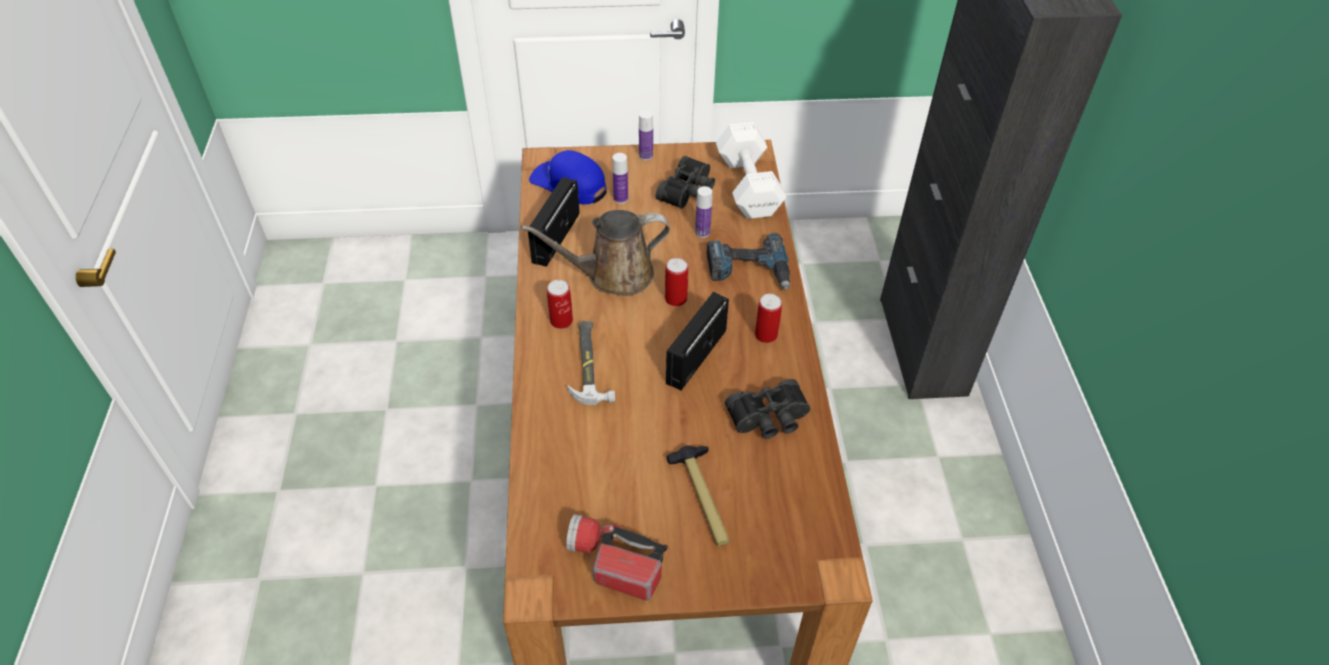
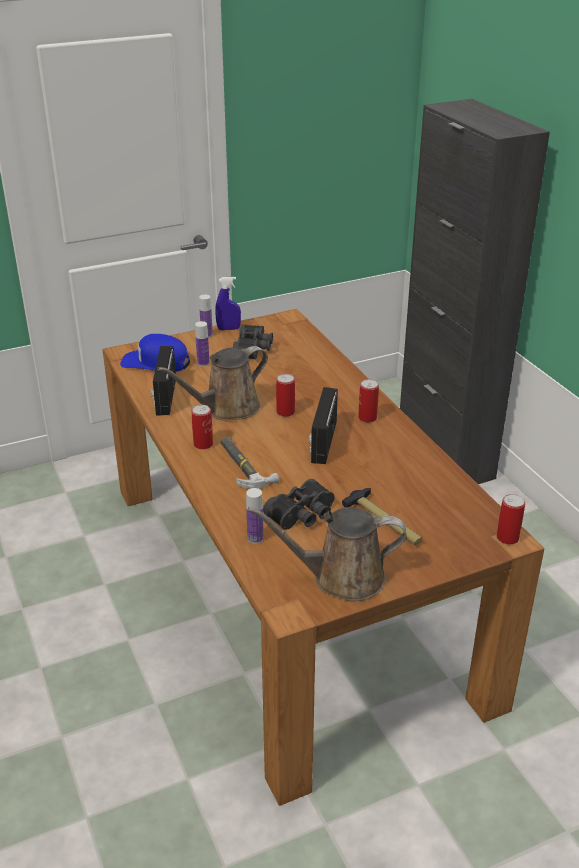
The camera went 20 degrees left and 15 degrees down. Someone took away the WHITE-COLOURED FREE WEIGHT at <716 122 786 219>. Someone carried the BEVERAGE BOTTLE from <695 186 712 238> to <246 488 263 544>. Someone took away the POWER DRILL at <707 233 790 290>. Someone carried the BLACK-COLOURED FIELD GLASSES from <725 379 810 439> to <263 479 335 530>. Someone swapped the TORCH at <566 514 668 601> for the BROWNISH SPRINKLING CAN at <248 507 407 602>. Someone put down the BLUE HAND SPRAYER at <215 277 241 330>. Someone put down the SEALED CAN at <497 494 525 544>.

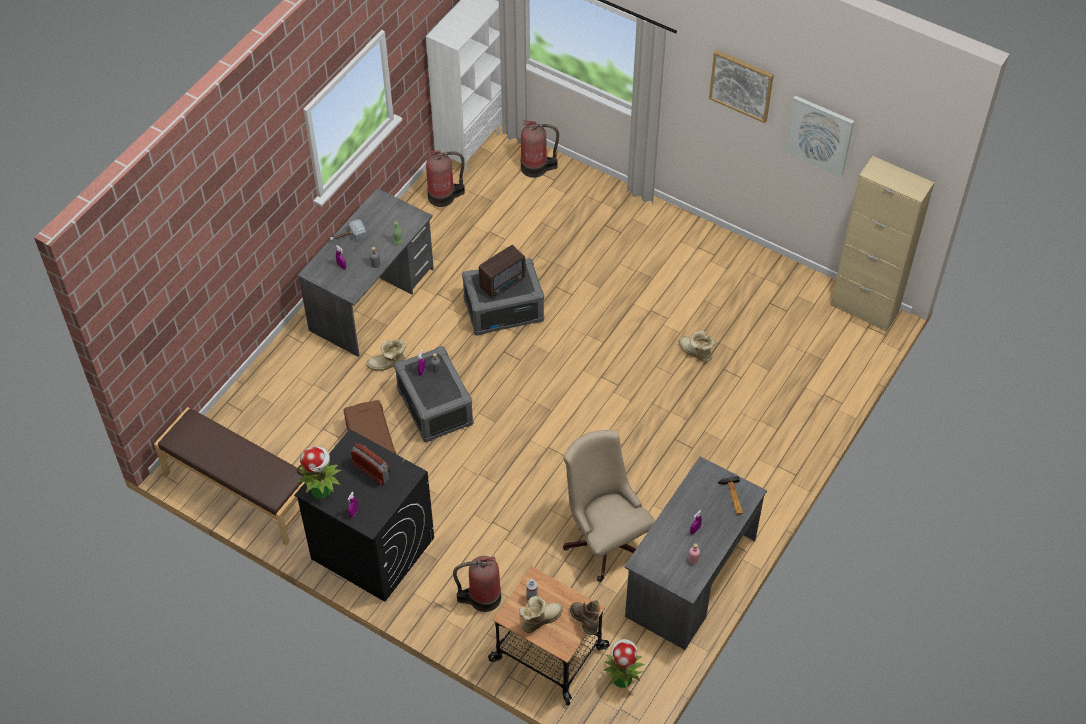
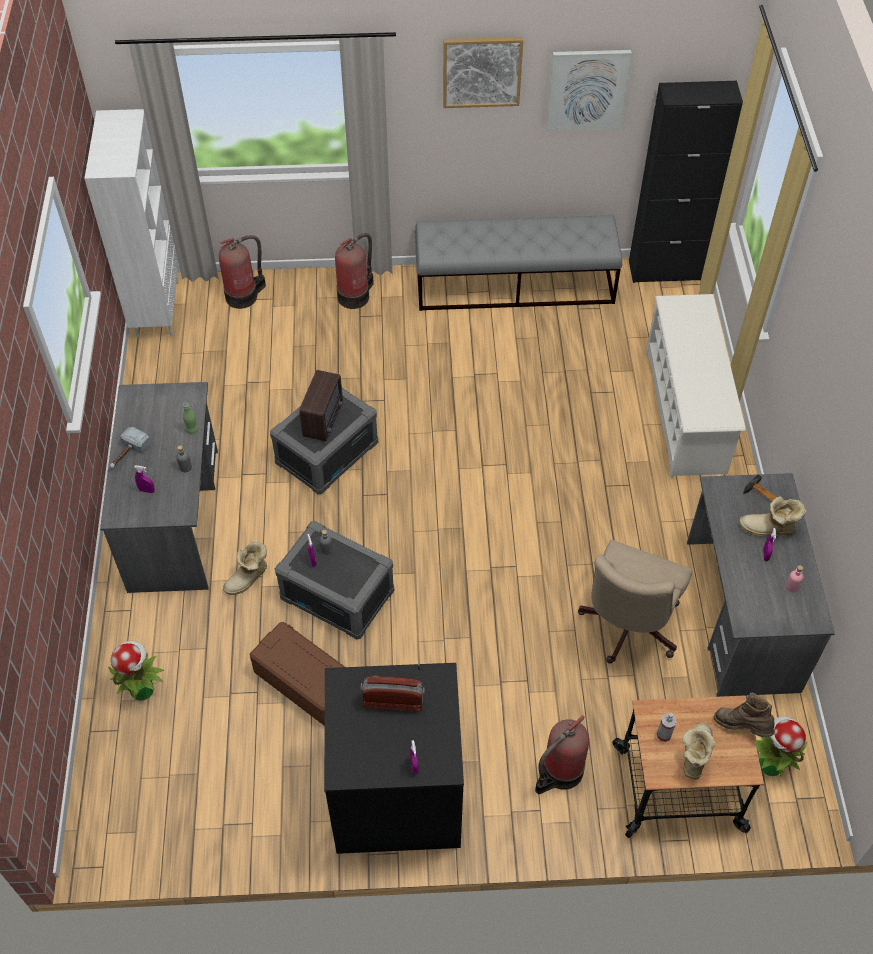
The camera went 35 degrees left and 0 degrees up. Someone carried the FIRE-FIGHTING CYLINDER from <426 150 465 207> to <335 233 374 309>. Someone repainted the SAND-COLOURED CABINET at <831 156 934 332>, which became the BLACK-COLOURED CABINET at <629 81 743 283>. Someone carried the BOOT from <679 331 715 362> to <739 496 807 536>. Someone took away the BROWNISH INDOOR BENCH at <154 407 305 546>. Someone rotated the SAND-COLOURED OFFICE CHAIR at <563 430 655 582> by 90 degrees counterclockwise. Someone carried the POTTED PLANT from <296 446 341 499> to <108 641 165 701>. Someone put down the GRAY INDOOR BENCH at <415 215 622 311>. Someone put down the WHITE-COLOURED SHOE SHELF at <646 294 746 478>.

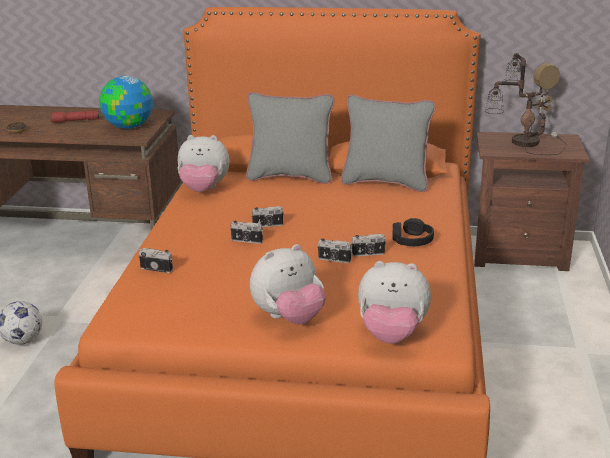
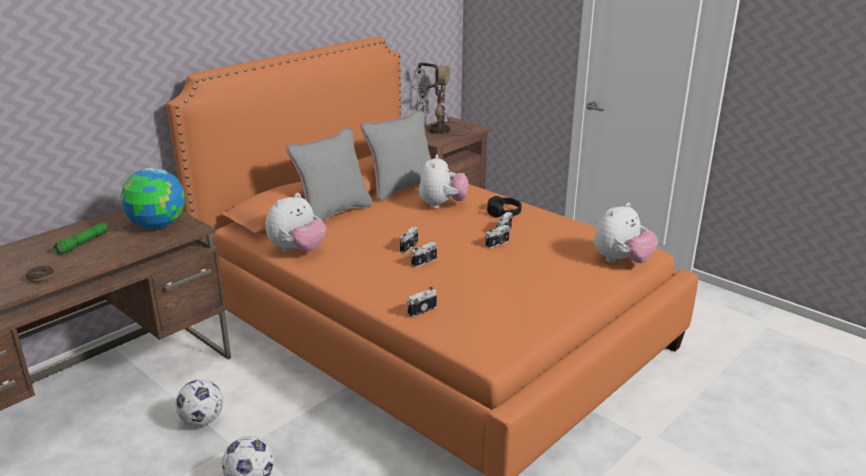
The camera went 55 degrees left and 0 degrees up. Someone repainted the RED-COLOURED TORCH at <51 111 99 123>, which became the GREENISH TORCH at <53 223 108 254>. Someone carried the CUDDLY TOY from <250 244 326 324> to <419 154 468 209>. Someone put down the FOOTBALL BALL at <176 380 223 426>.

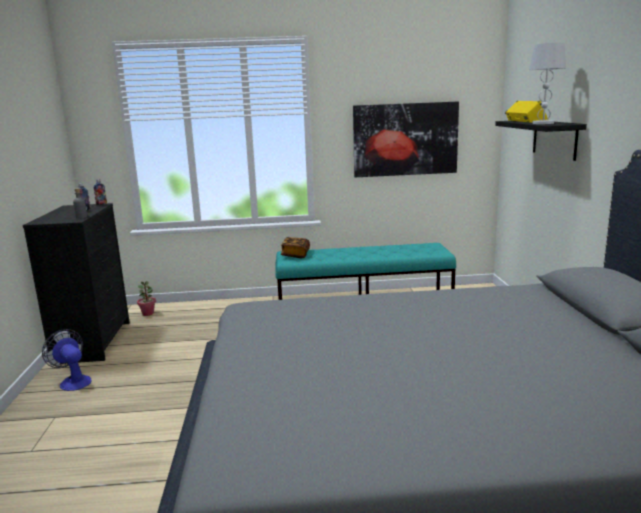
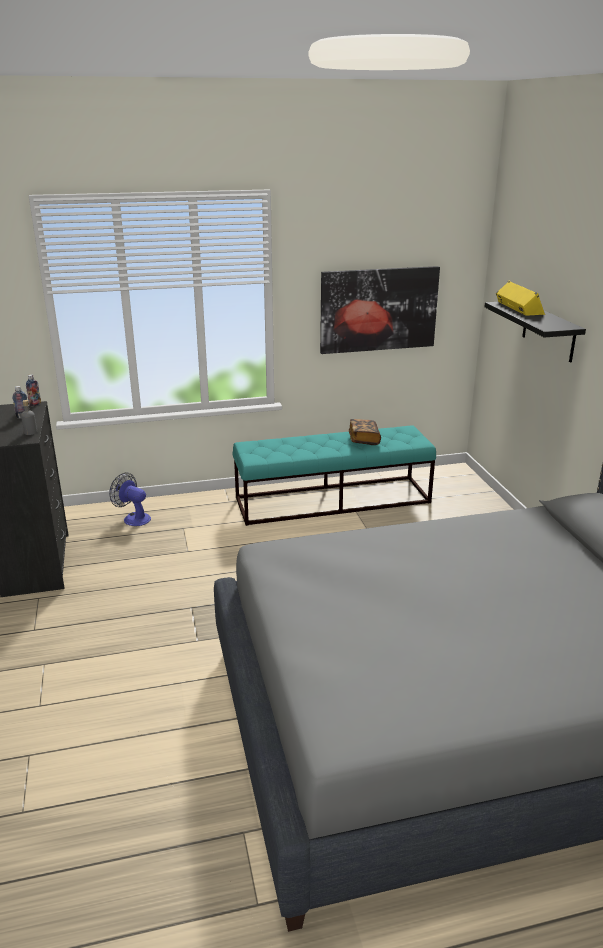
The camera went 10 degrees left and 10 degrees up. Someone took away the WHITE-COLOURED LAMP FOR A TABLE at <529 43 566 124>. Someone carried the BOOK from <281 237 310 258> to <349 419 381 445>. Someone took away the POTTED PLANT at <137 281 156 316>. Someone carried the FAN from <42 329 92 391> to <109 472 151 526>.

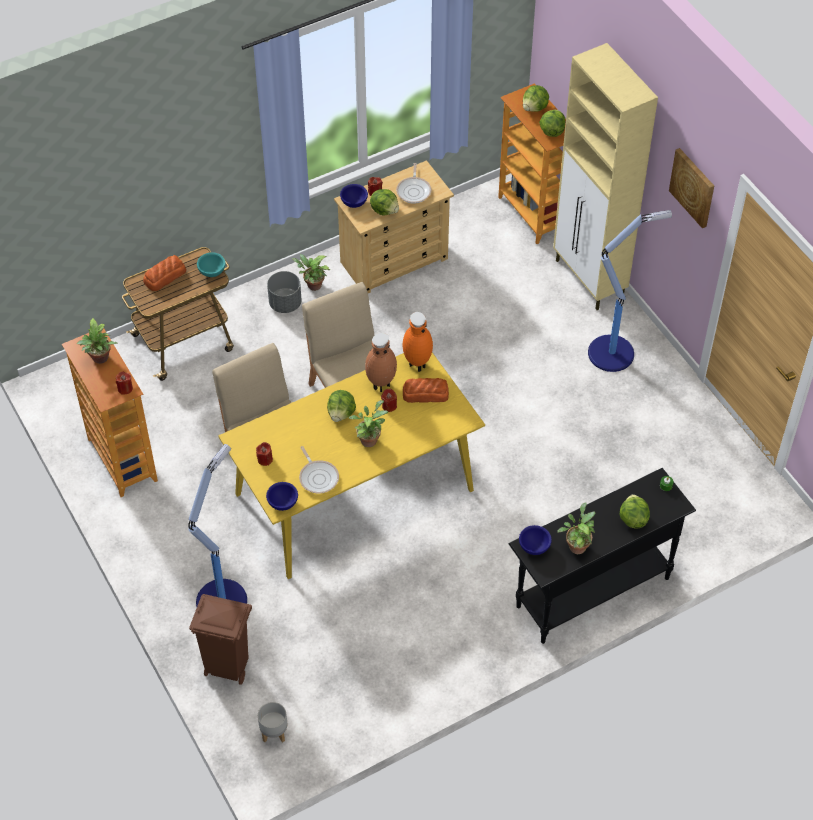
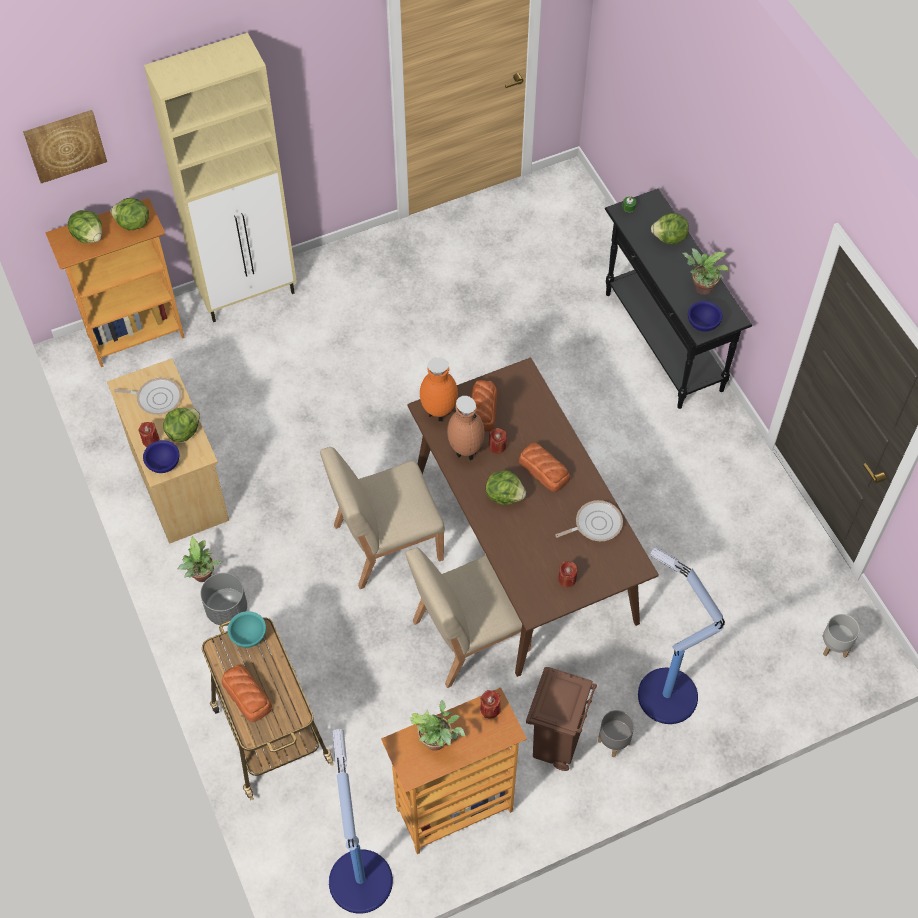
The camera went 85 degrees left and 5 degrees up. Someone carried the WALL ART from <669 148 714 228> to <23 110 107 183>. Someone carried the STANDARD LAMP from <588 210 672 372> to <329 729 393 914>. Someone repainted the YELLOWISH DINNER TABLE at <218 353 485 579>, which became the BROWNISH DINNER TABLE at <407 357 659 677>. Someone swapped the POTTED PLANT at <349 400 388 447> for the BAKED BREAD at <519 443 570 492>. Someone took away the BLUE DEEP DISH at <266 482 298 511>. Someone carried the BROWNISH WASTE BIN from <189 594 252 685> to <526 667 597 771>. Someone put down the GRAY PLANTER at <598 710 634 757>.

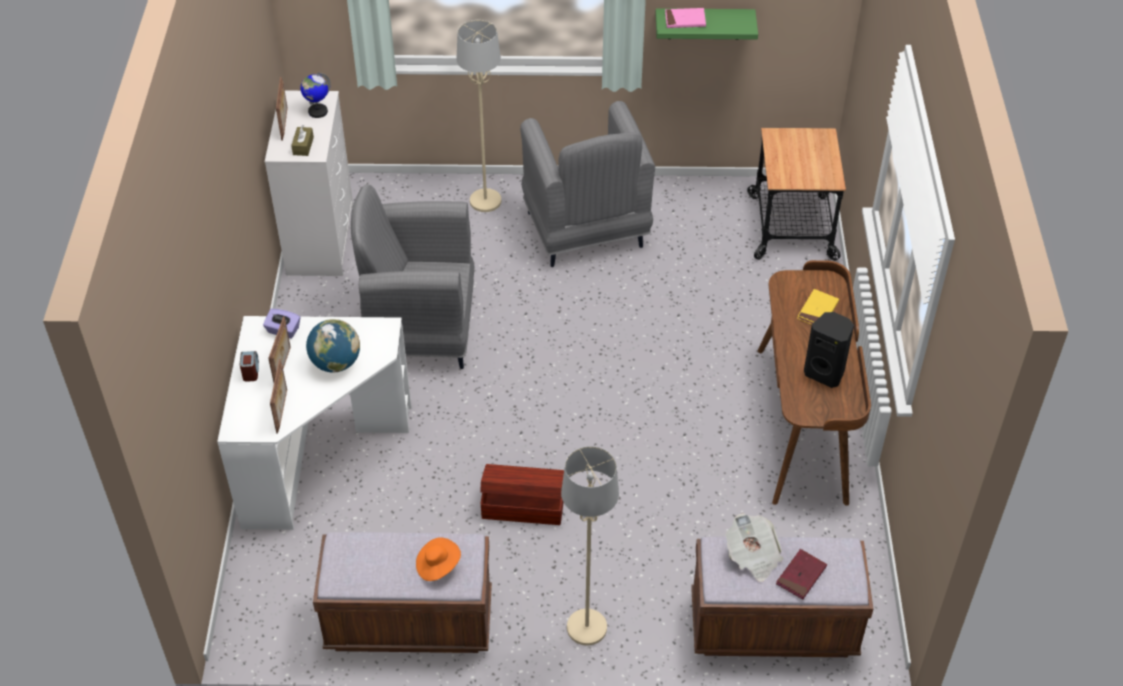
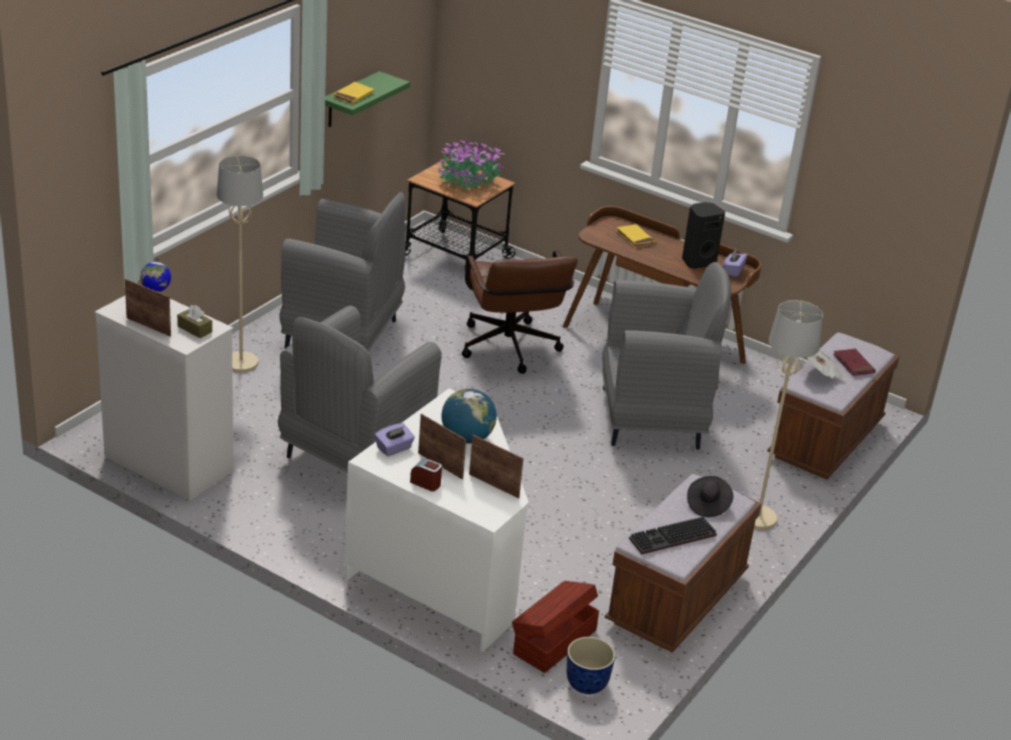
The camera went 60 degrees left and 15 degrees down. Someone repainted the PINK BOOK at <665 8 706 28>, which became the YELLOWISH BOOK at <333 82 374 104>. Someone carried the BROWNISH STORAGE BIN from <480 464 564 525> to <512 581 599 673>. Someone repainted the ORANGE-COLOURED WEARABLE HAT at <416 537 461 581>, which became the BLACK-COLOURED WEARABLE HAT at <687 476 733 517>. Someone put down the POTTED PLANT at <438 136 504 190>. Someone put down the PURPLE-COLOURED BOX OF TISSUES at <723 249 748 277>. Someone put down the BROWNISH OFFICE CHAIR at <462 251 578 374>. Someone put down the GRAY ARMCHAIR at <602 262 731 450>. Someone put down the PC KEYBOARD at <629 517 717 554>. Someone put down the PLANTER at <567 637 615 694>.

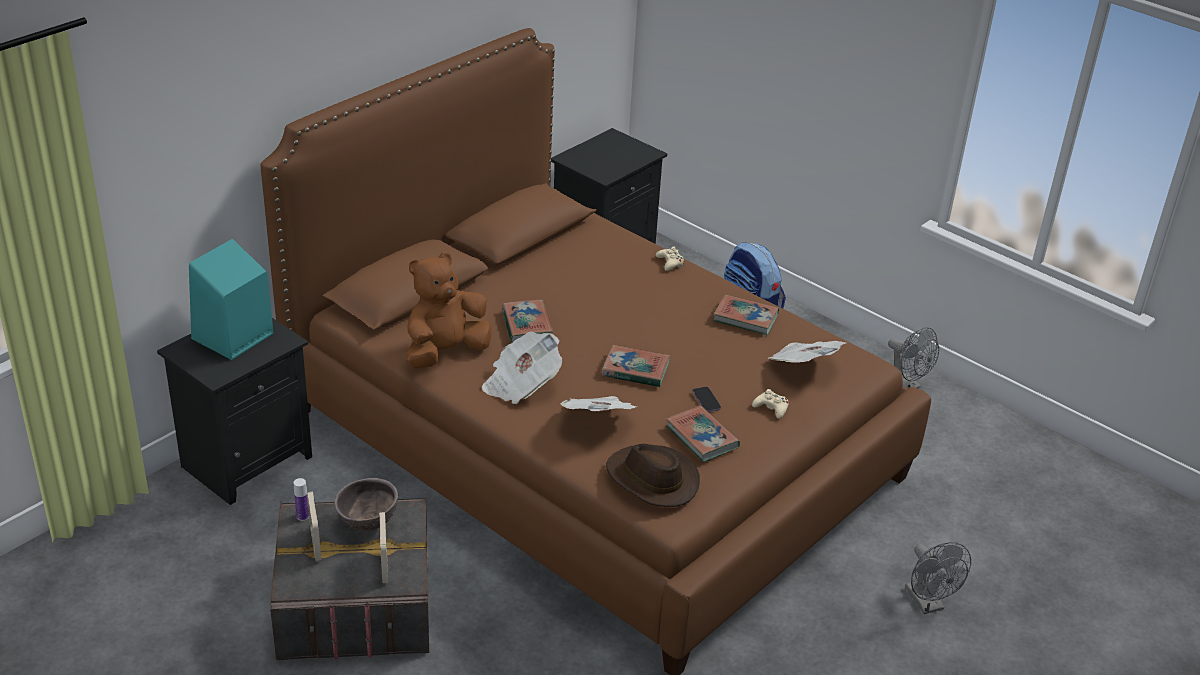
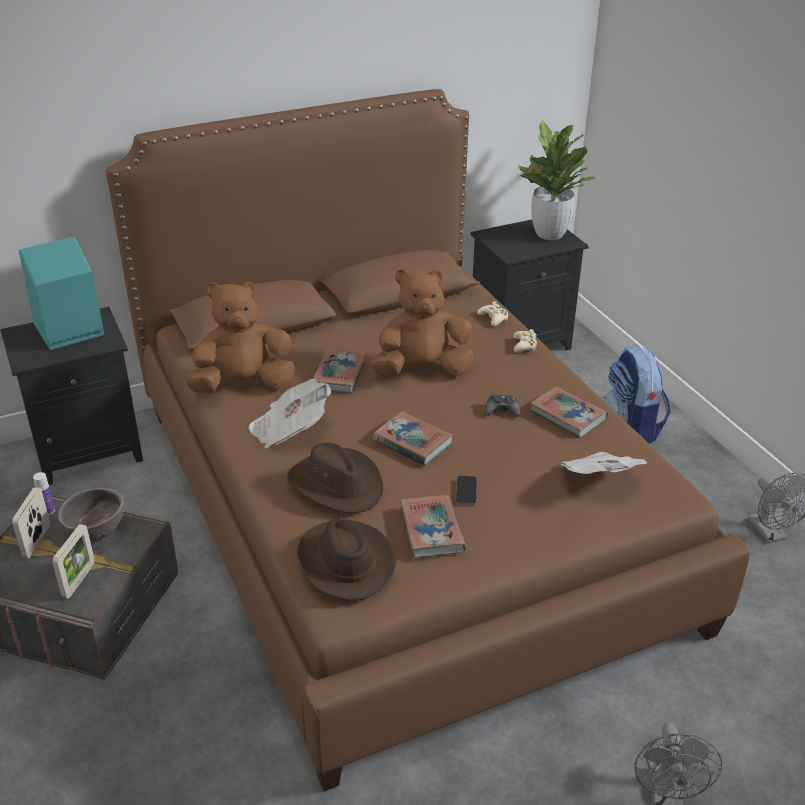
The camera went 25 degrees right and 0 degrees up. Someone carried the SAND-COLOURED GAME CONTROLLER from <752 389 788 419> to <477 302 508 326>. Someone swapped the PRINTED PAPER at <560 396 637 412> for the BROWNISH WEARABLE HAT at <287 443 383 513>. Someone put down the POTTED PLANT at <518 120 596 240>. Someone put down the BROWNISH CUDDLY TOY at <371 269 474 377>. Someone put down the BLACK-COLOURED GAME CONTROLLER at <485 393 520 417>.

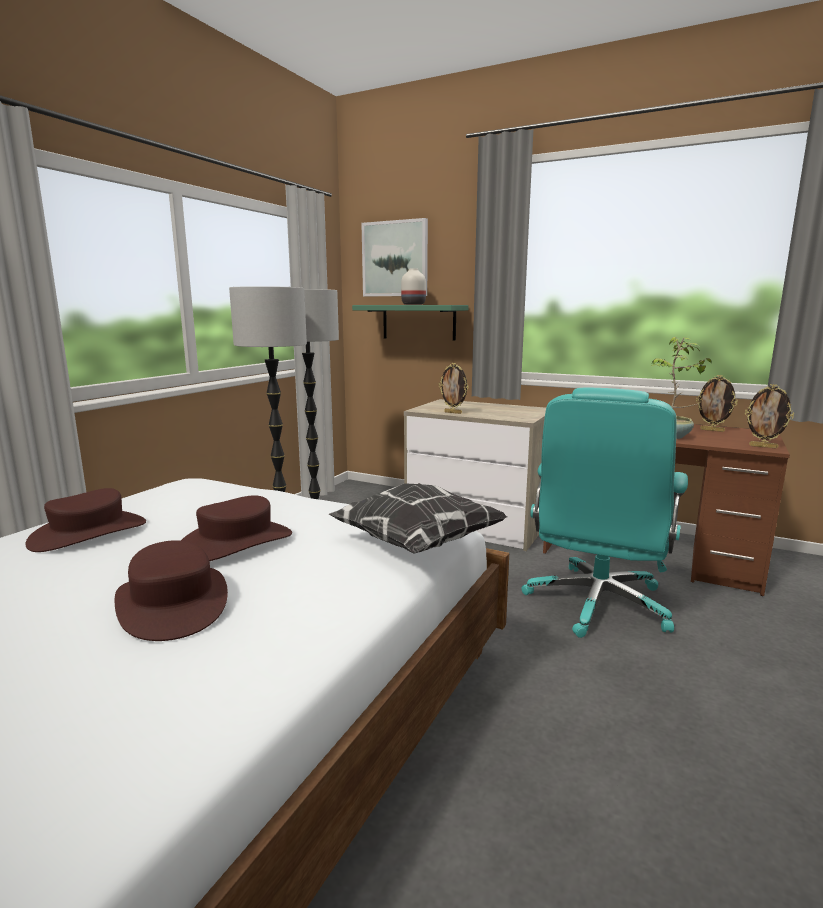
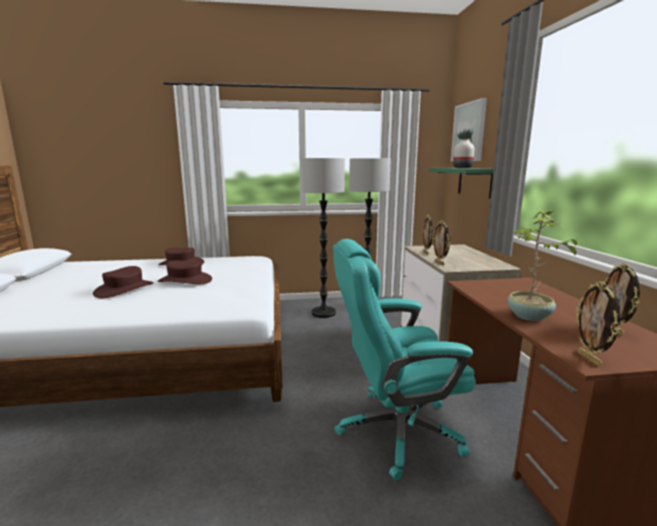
The camera went 55 degrees right and 0 degrees up. Someone took away the THROW PILLOW at <329 483 508 553>. Someone put down the STANDING FRAME at <432 220 450 265>.

